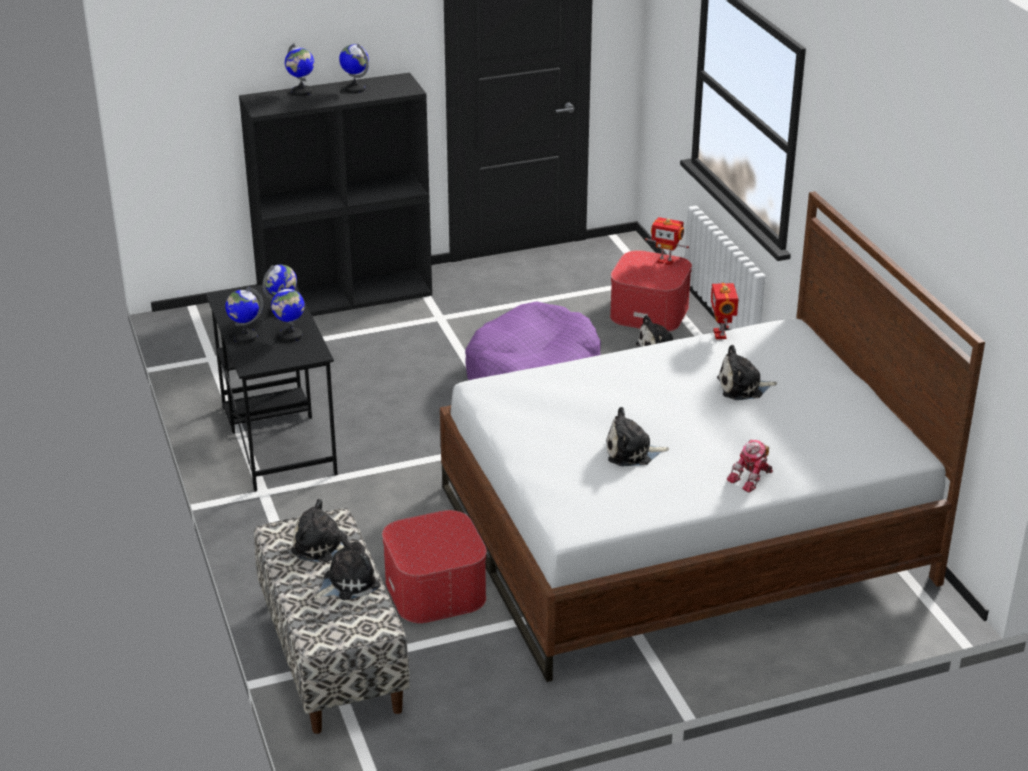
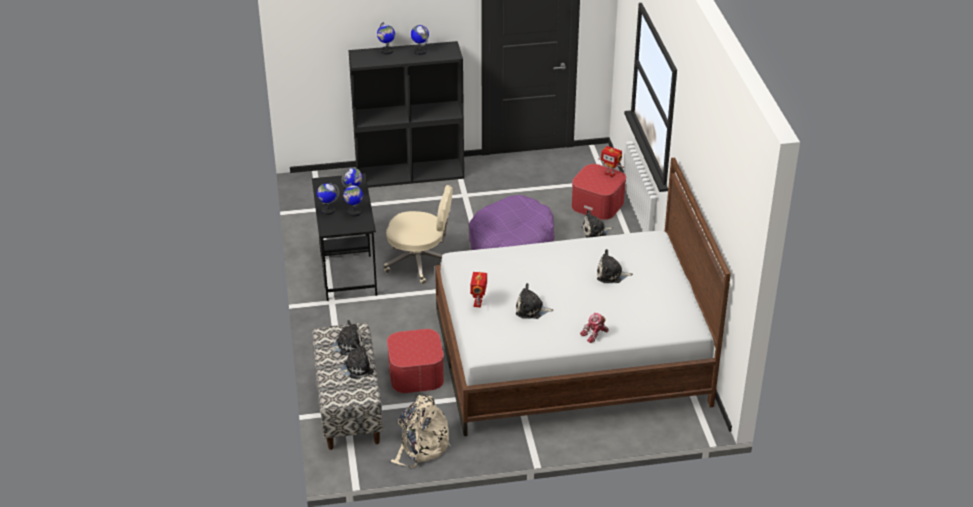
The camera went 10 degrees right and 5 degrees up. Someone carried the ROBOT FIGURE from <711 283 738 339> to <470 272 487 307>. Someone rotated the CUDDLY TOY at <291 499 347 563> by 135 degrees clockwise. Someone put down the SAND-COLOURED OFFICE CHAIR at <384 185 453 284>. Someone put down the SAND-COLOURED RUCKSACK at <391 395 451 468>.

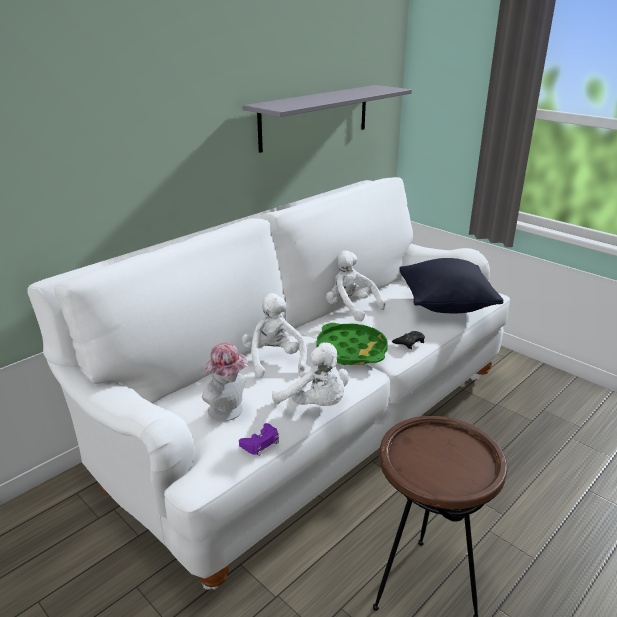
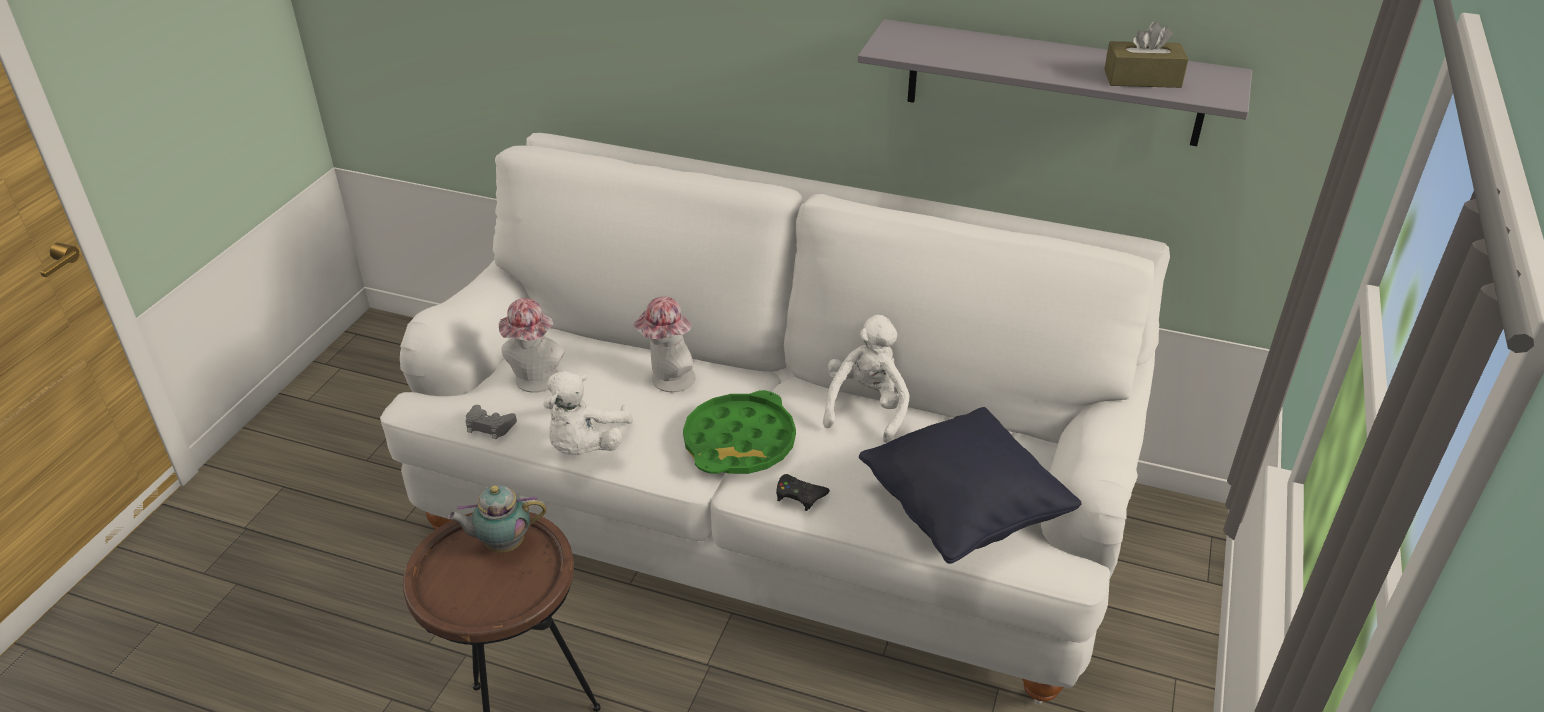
The camera went 65 degrees right and 10 degrees up. Someone swapped the WHITE-COLOURED CUDDLY TOY at <242 293 307 378> for the WEARABLE HAT at <632 297 695 392>. Someone repainted the PURPLE-COLOURED GAME CONTROLLER at <239 423 279 456>, which became the GRAY GAME CONTROLLER at <465 405 517 439>. Someone put down the BROWNISH BOX OF TISSUES at <1104 22 1188 88>. Someone put down the POT FOR TEA at <447 485 547 553>.

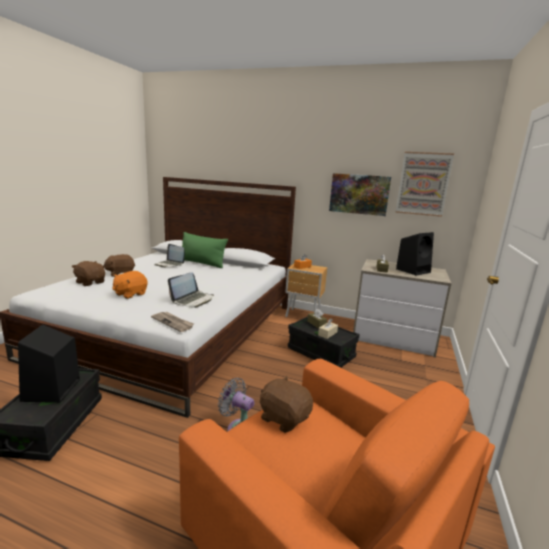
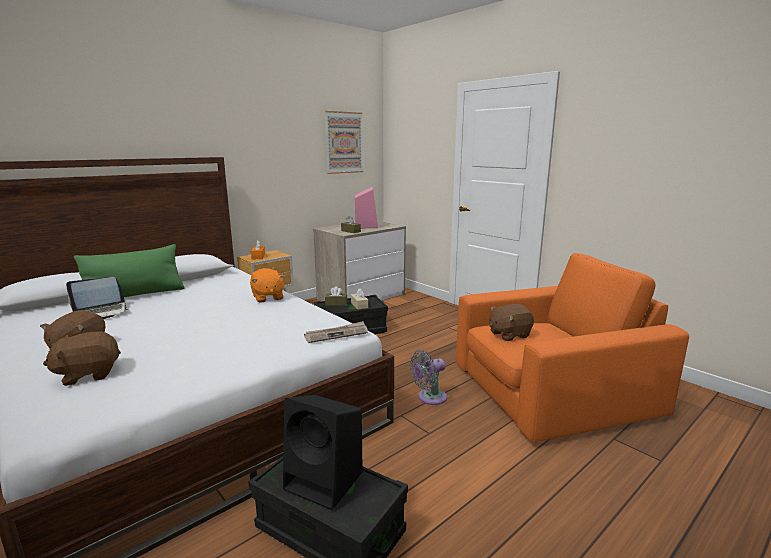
The camera went 60 degrees left and 0 degrees up. Someone took away the WALL ART at <329 173 391 216>. Someone repainted the BLACK-COLOURED SPEAKER at <396 232 434 275>, which became the PINK SPEAKER at <355 187 378 228>. Someone carried the ORANGE-COLOURED CUDDLY TOY from <112 271 147 299> to <250 268 285 303>. Someone took away the PORTABLE COMPUTER at <168 272 214 308>.

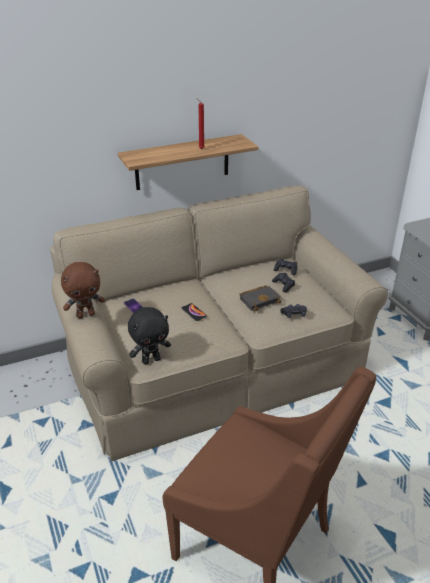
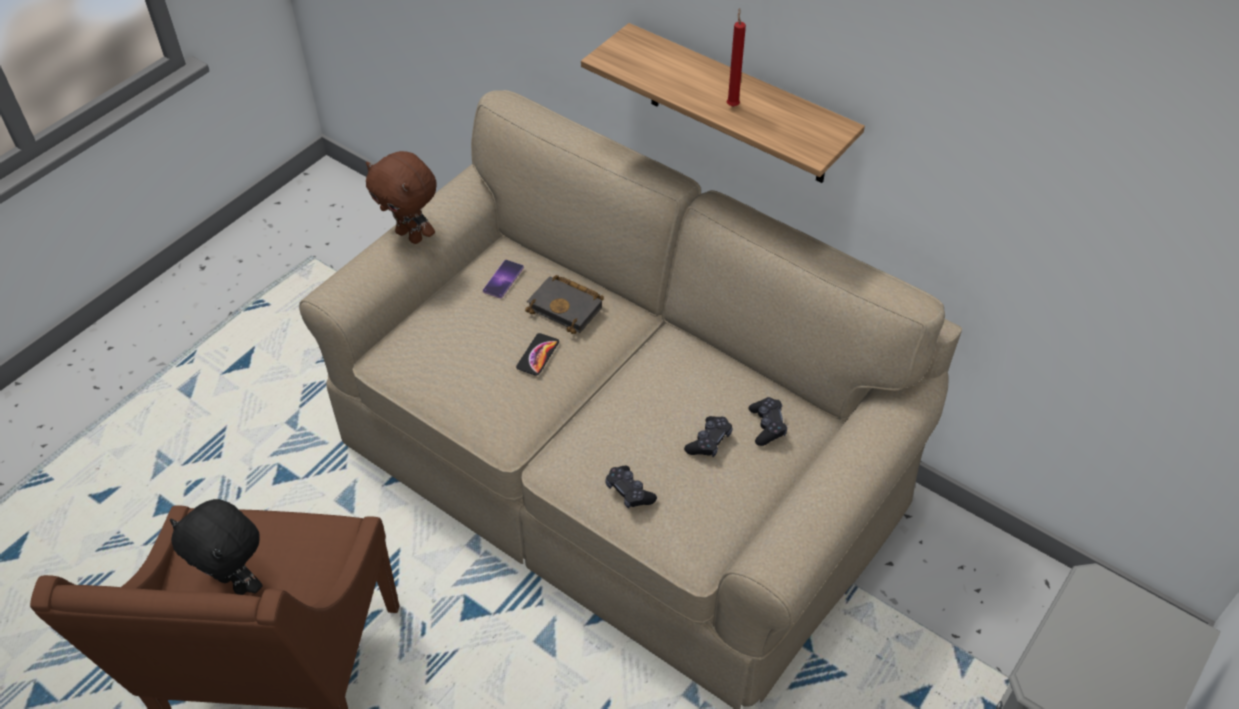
The camera went 60 degrees right and 15 degrees up. Someone carried the BLACK-COLOURED BOOK from <239 285 282 311> to <525 275 604 334>. Someone carried the BLACK-COLOURED CUDDLY TOY from <128 307 171 365> to <170 499 262 595>.

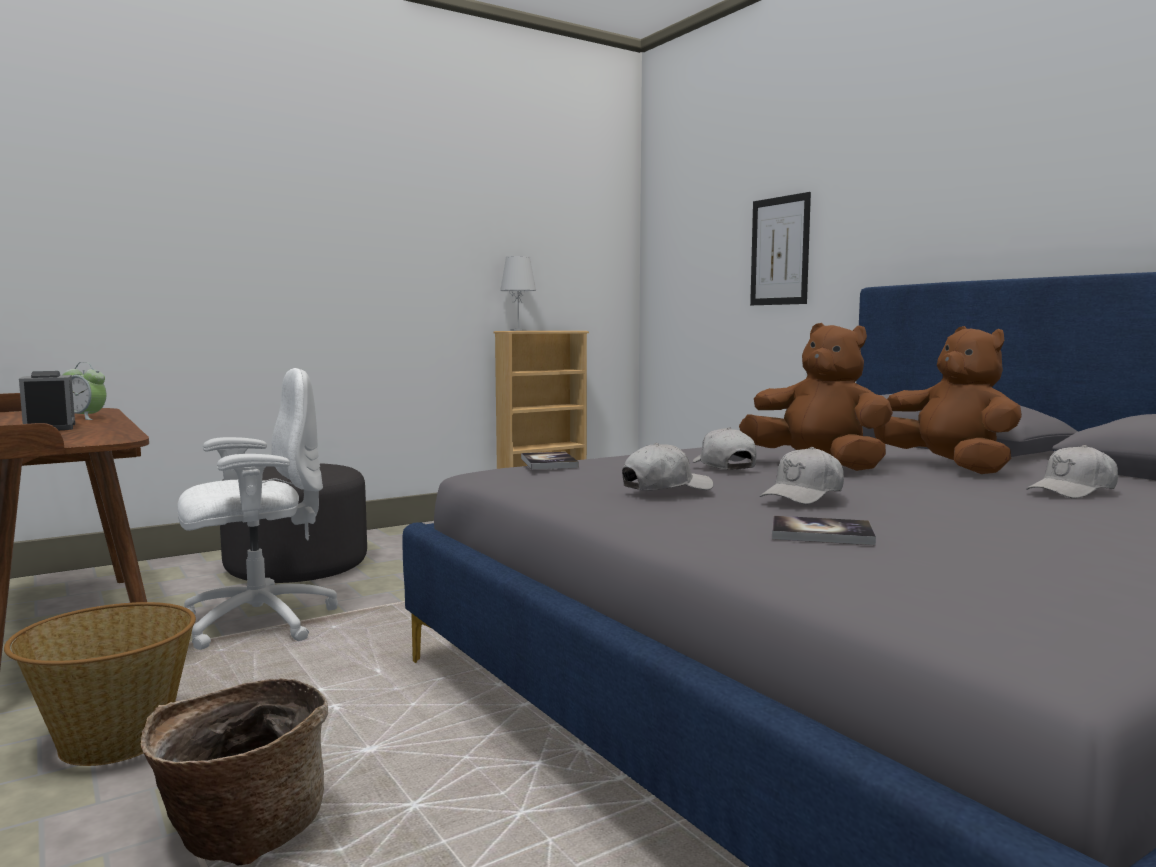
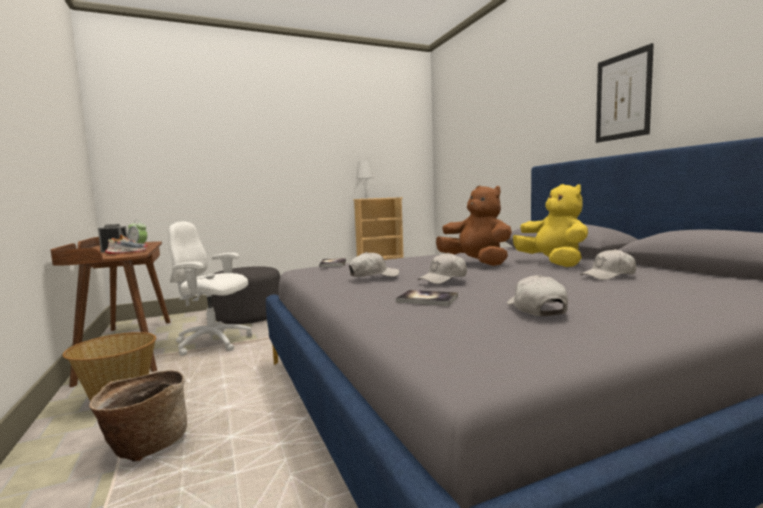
The camera went 10 degrees right and 0 degrees up. Someone carried the WALL ART from <750 192 811 305> to <596 43 654 143>. Someone repainted the BROWNISH CUDDLY TOY at <873 326 1022 474>, which became the YELLOWISH CUDDLY TOY at <513 184 588 267>. Someone rotated the WHITE-COLOURED OFFICE CHAIR at <178 368 338 650> by 150 degrees counterclockwise. Someone carried the WHITE-COLOURED PEAKED CAP from <693 427 757 470> to <507 275 568 316>. Someone put down the LOW SHOE at <105 235 147 254>.

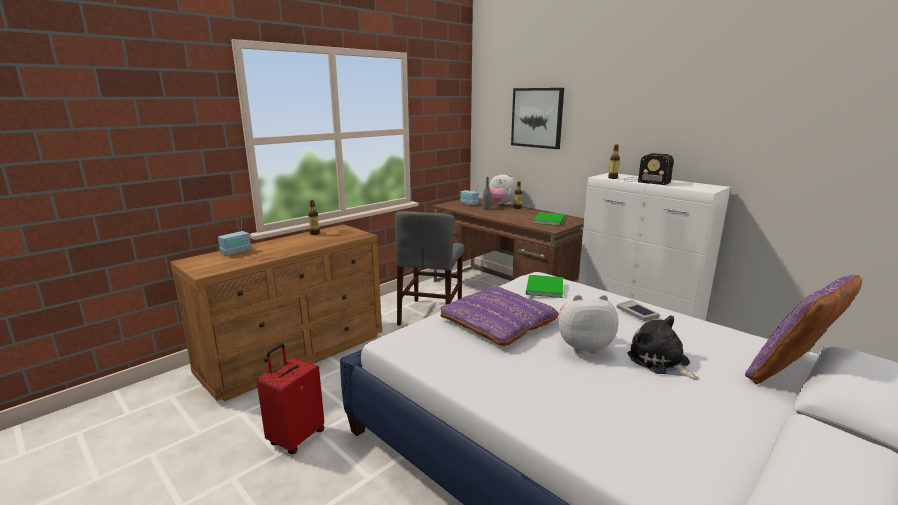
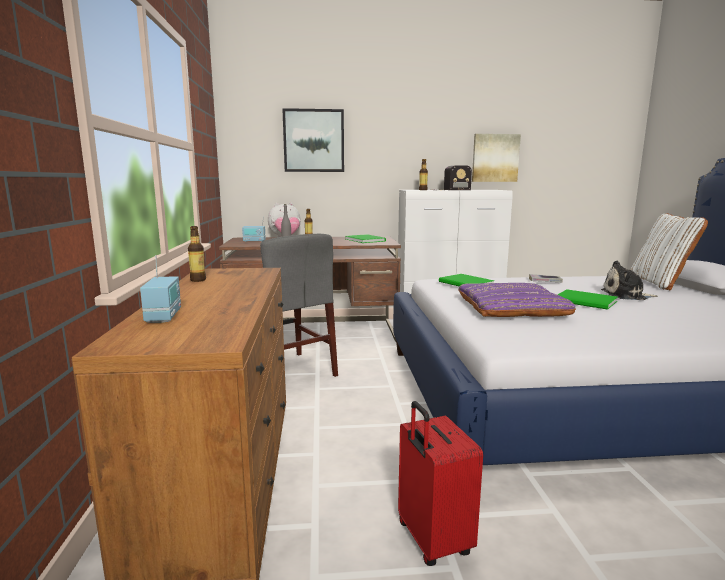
The camera went 50 degrees left and 5 degrees down. Someone repainted the PURPLE-COLOURED THROW PILLOW at <745 275 862 384>, which became the WHITE-COLOURED THROW PILLOW at <630 213 708 290>. Someone swapped the CUDDLY TOY at <559 295 618 353> for the GREENISH BOOK at <557 289 618 310>. Someone put up the WALL ART at <472 134 521 182>.

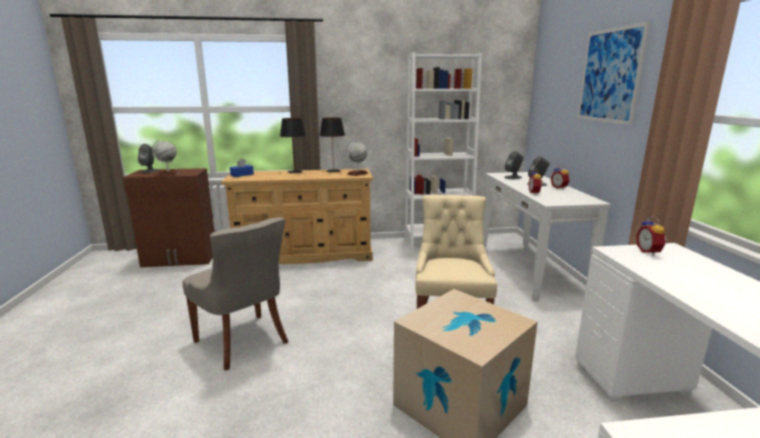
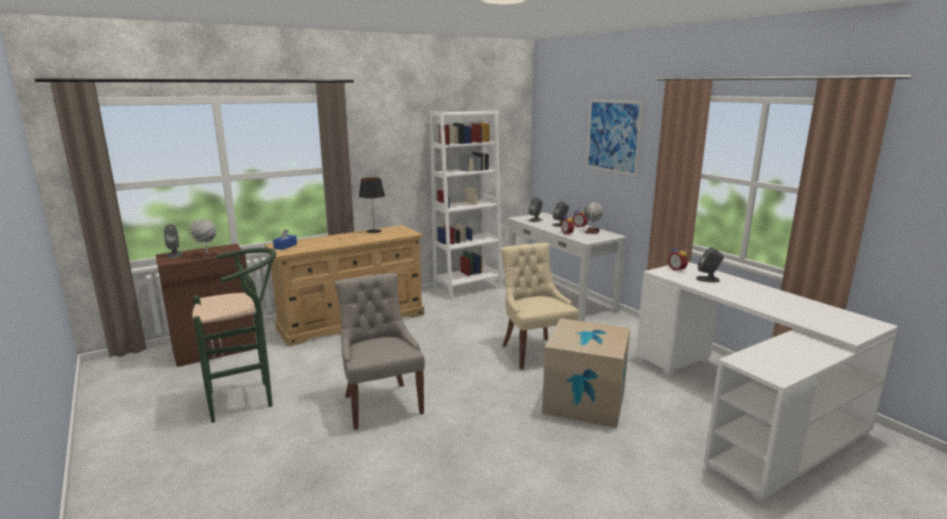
The camera went 25 degrees left and 0 degrees up. Someone took away the BLACK-COLOURED LAMP FOR A TABLE at <280 118 306 173>. Someone carried the WORLD GLOBE from <347 142 368 176> to <584 202 603 234>. Someone rotated the GRAY CHAIR at <182 217 288 370> by 135 degrees counterclockwise. Someone put down the GRAY SPEAKER at <696 247 724 282>. Someone put down the GREENISH SITTING STOOL at <192 248 276 423>.

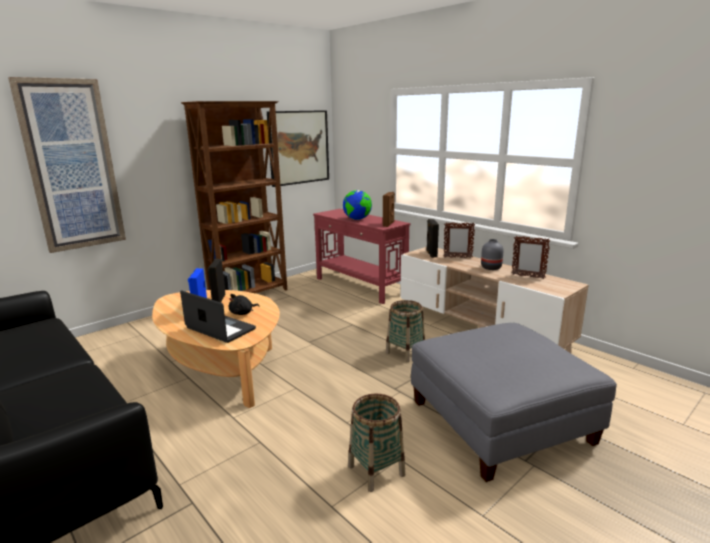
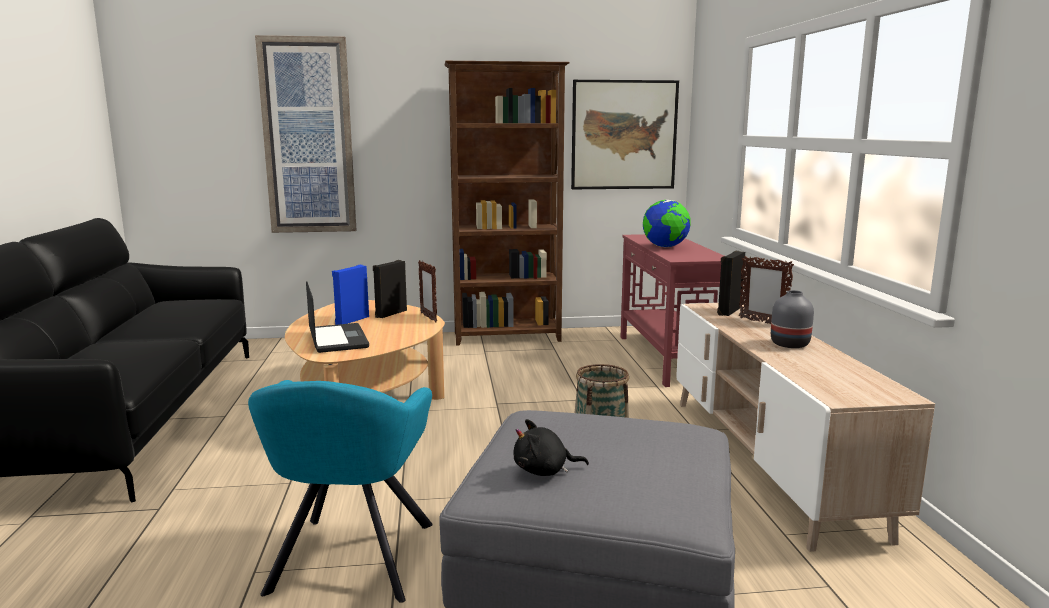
The camera went 35 degrees right and 5 degrees down. Someone took away the BROWNISH SPEAKER at <383 192 395 227>. Someone carried the STANDING FRAME from <512 236 551 279> to <418 260 437 323>. Someone carried the BLACK-COLOURED CUDDLY TOY from <229 294 259 315> to <513 419 589 476>. Someone swapped the STORAGE BASKET at <348 394 405 492> for the TURQUOISE ARMCHAIR at <248 380 433 603>.

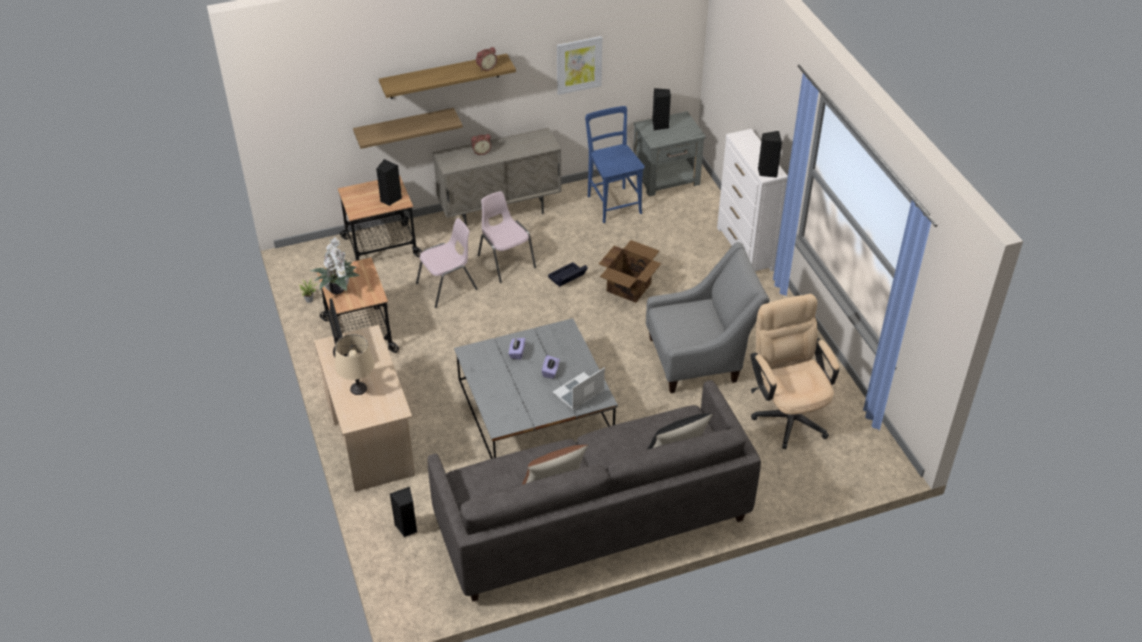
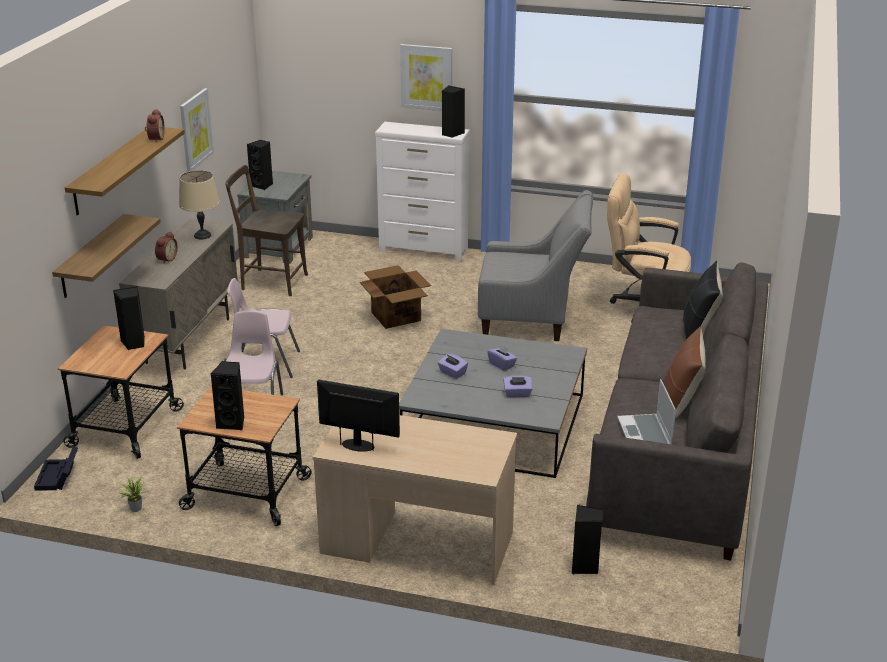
The camera went 55 degrees left and 15 degrees down. Someone repainted the BLUE CHAIR at <585 106 645 223>, which became the BROWNISH CHAIR at <225 165 308 296>. Someone swapped the POTTED PLANT at <310 238 360 294> for the BLACK-COLOURED SPEAKER at <210 361 244 430>. Someone rotated the GRAY ARMCHAIR at <646 242 770 393> by 75 degrees clockwise. Someone carried the BLACK-COLOURED STORAGE BIN from <548 262 588 287> to <34 446 78 491>. Someone carried the SAND-COLOURED LAMP FOR A TABLE from <335 334 375 395> to <179 170 220 239>. Someone carried the PORTABLE COMPUTER from <553 368 605 410> to <617 379 676 444>. Someone put up the WALL ART at <400 44 452 111>. Someone put down the PURPLE-COLOURED BOX OF TISSUES at <503 375 533 398>.

